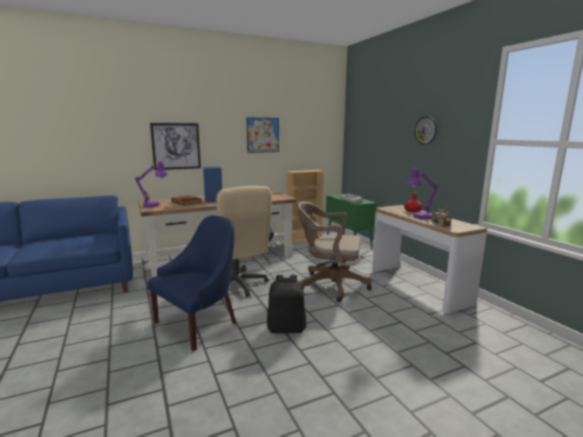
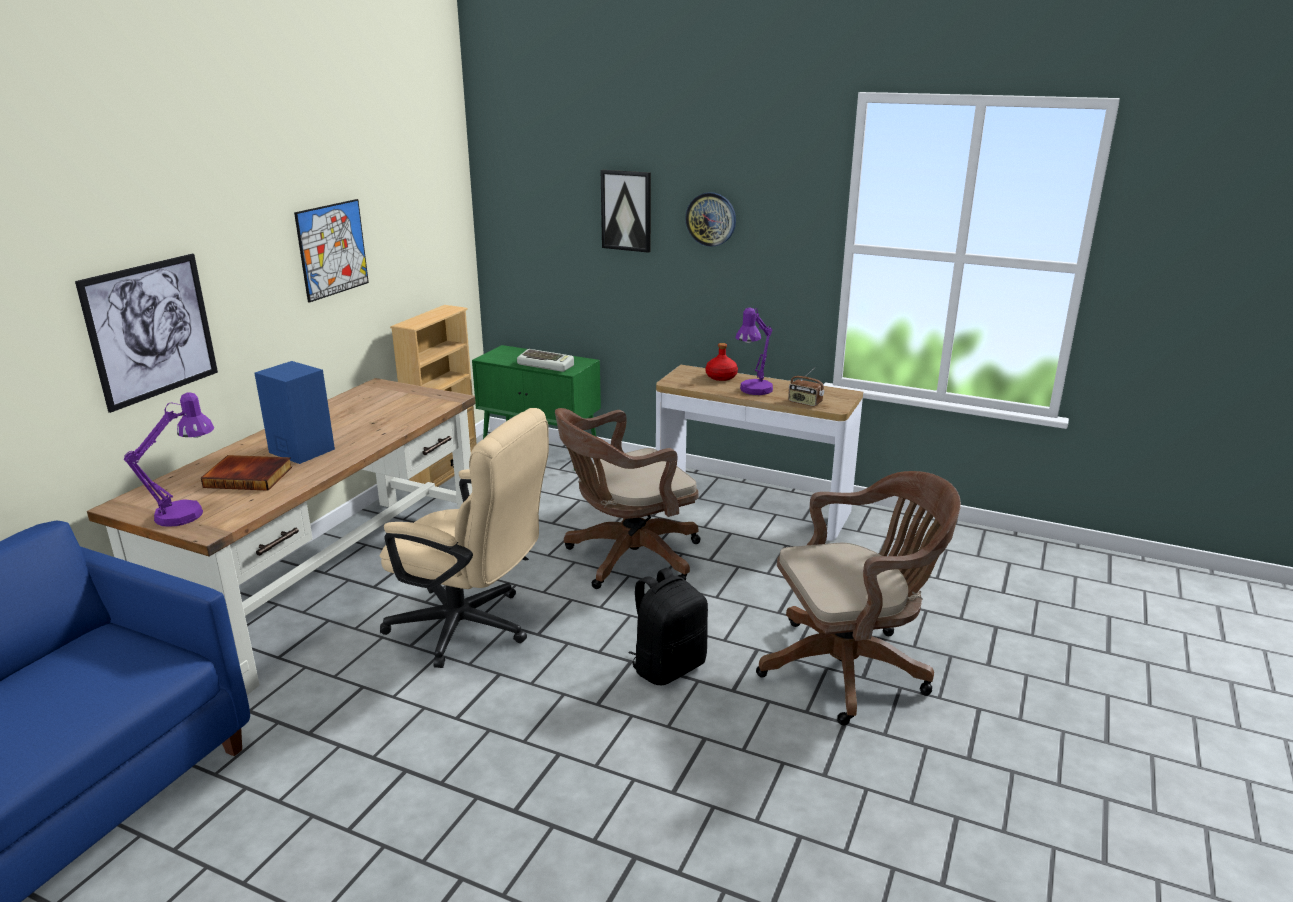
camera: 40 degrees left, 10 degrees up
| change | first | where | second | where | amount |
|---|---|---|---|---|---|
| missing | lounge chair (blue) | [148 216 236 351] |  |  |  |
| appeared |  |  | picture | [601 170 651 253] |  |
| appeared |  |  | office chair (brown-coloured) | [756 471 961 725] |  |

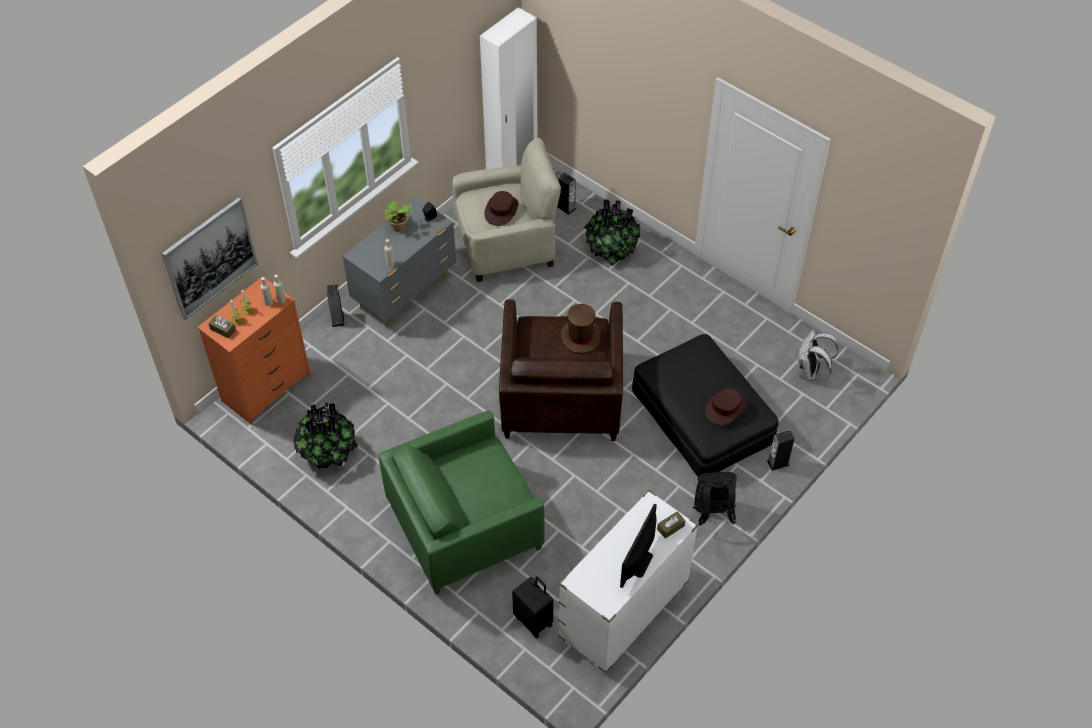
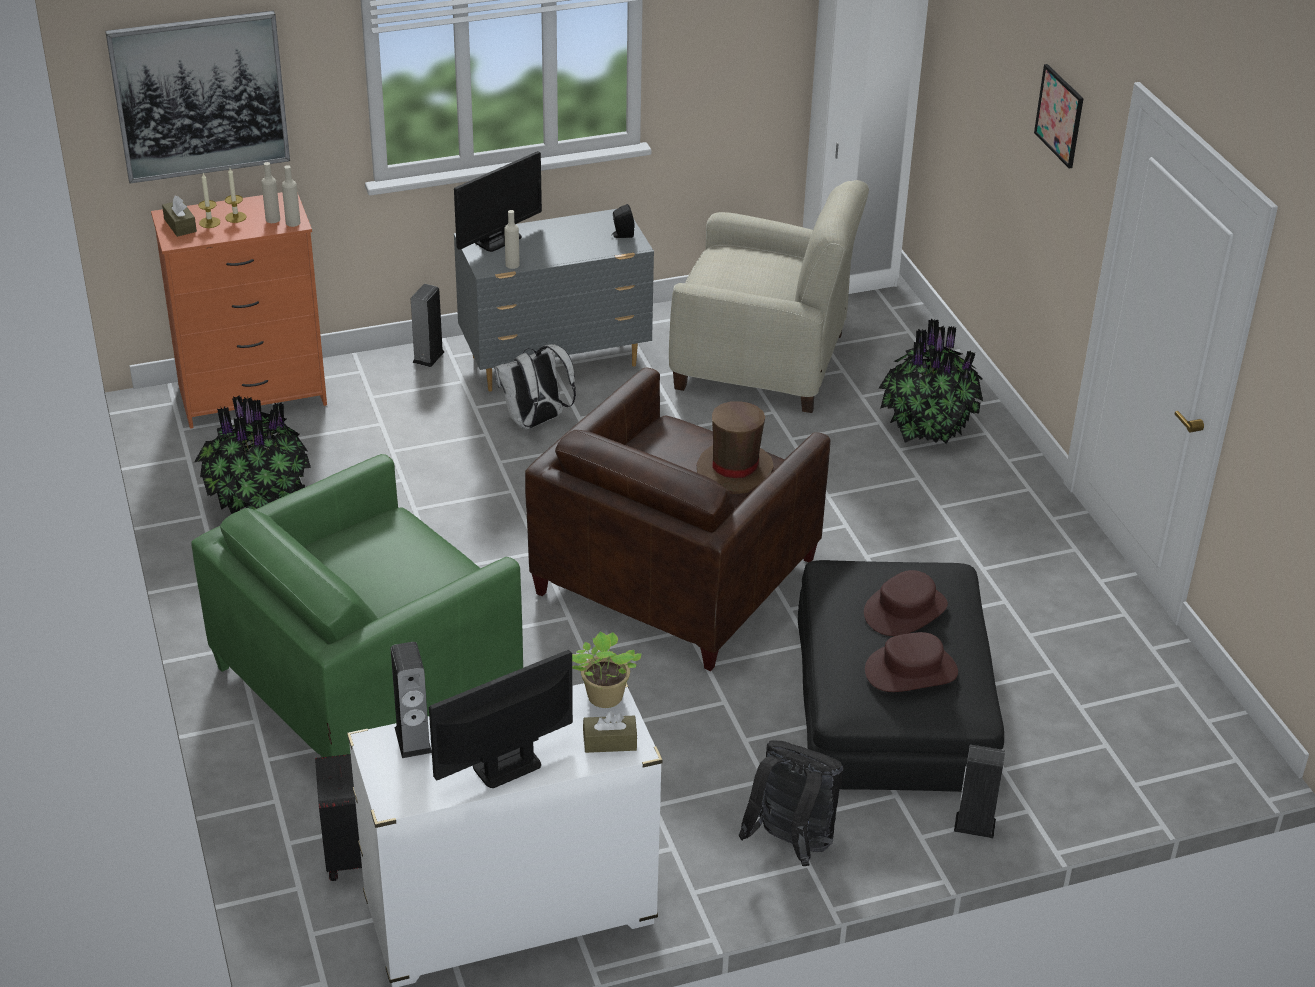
camera: 30 degrees right, 15 degrees down
| change | first | where | second | where | amount |
|---|---|---|---|---|---|
| appeared |  |  | computer display | [454 151 542 252] |  |
| appeared |  |  | picture | [1034 64 1084 169] |  |
| relocated | potted plant | [385 201 412 232] |  | [572 632 641 708] |  |
| relocated | wearable hat (brown-coloured) | [484 191 518 226] |  | [864 570 948 636] |  |
| relocated | audio speaker | [557 172 576 215] |  | [391 642 432 758] |  |
| relocated | knapsack (whitish) | [797 330 839 381] |  | [495 344 576 429] |  |
| spun | lounge chair (greenish) | [378 410 545 595] |  | [191 454 523 757] | 45 degrees counterclockwise |

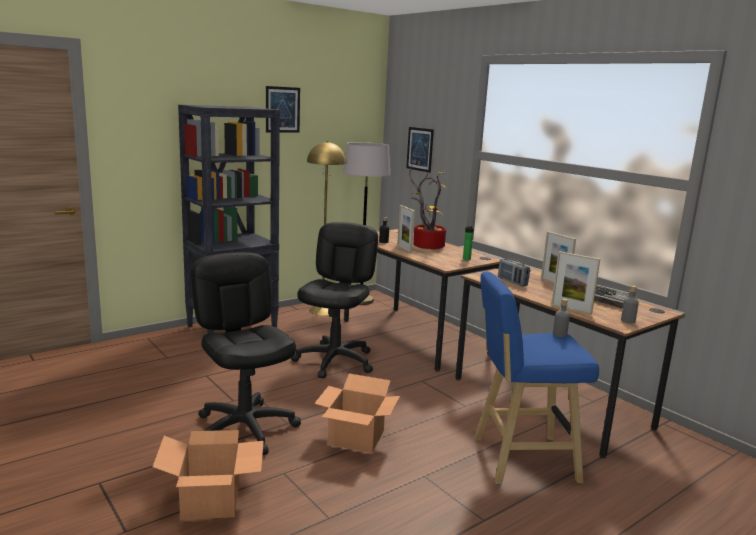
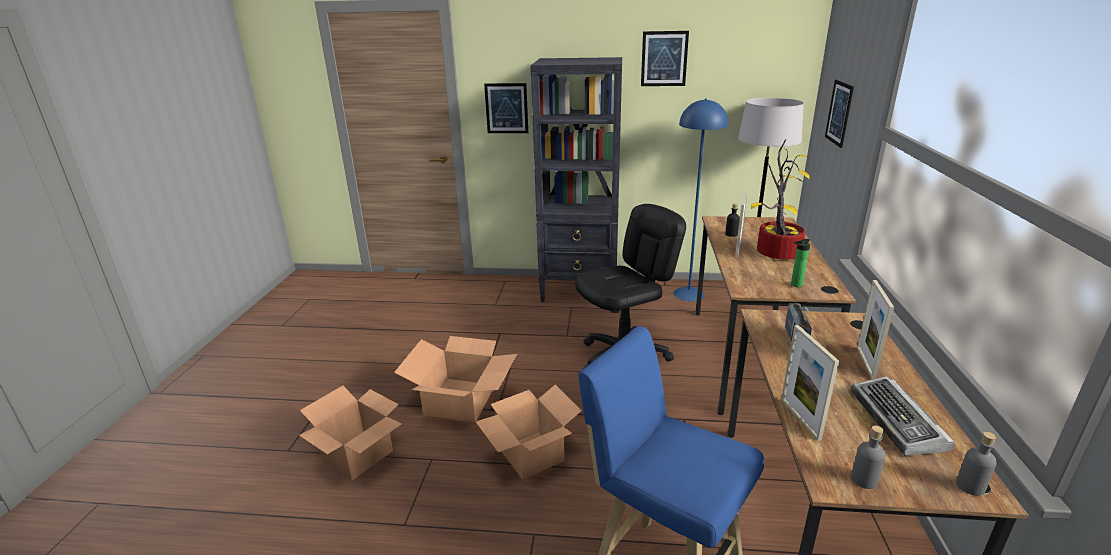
camera: 45 degrees right, 10 degrees up
| change | first | where | second | where | amount |
|---|---|---|---|---|---|
| appeared |  |  | picture | [484 83 528 133] |  |
| relocated | drink bottle (gray) | [553 298 570 337] |  | [956 432 997 496] |  |
| exchanged | office chair (blackish) | [191 252 301 455] | cardboard box | [394 336 517 423] |  |
| colour | standard lamp (yellow) | [307 141 347 316] | standard lamp (blue) | [673 99 728 301] |  |

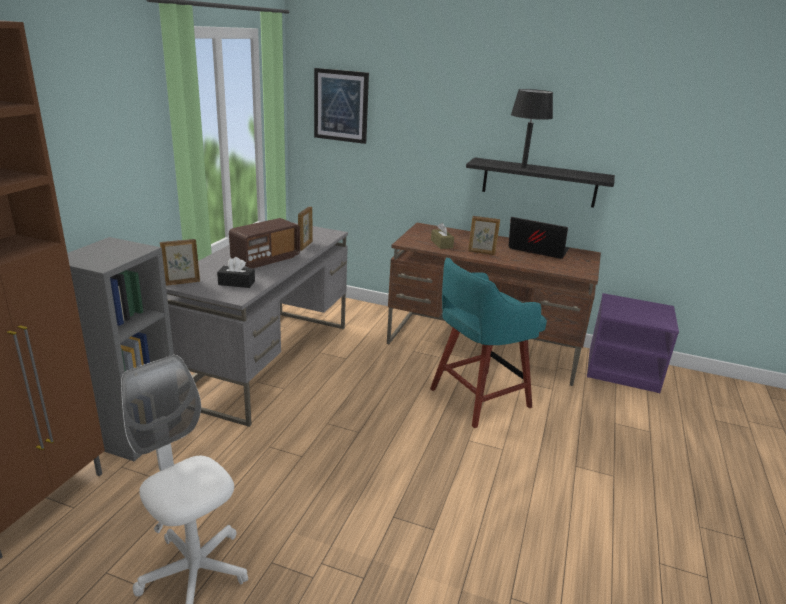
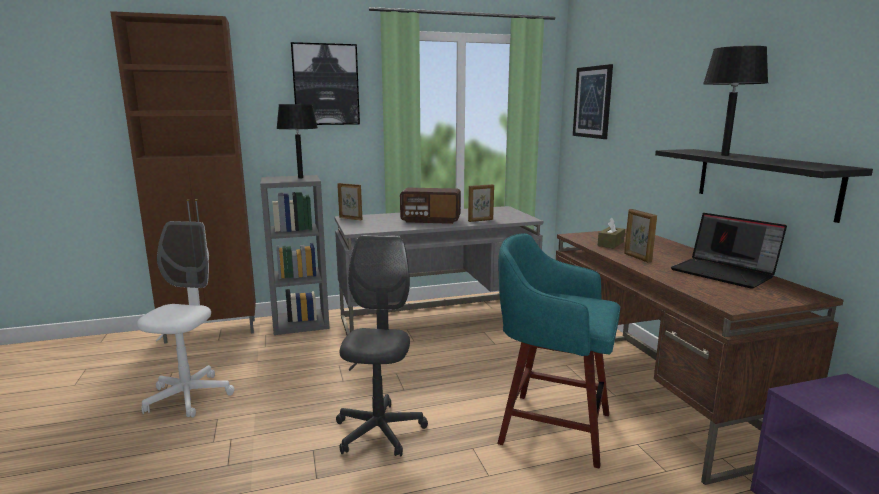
camera: 55 degrees right, 10 degrees down
| change | first | where | second | where | amount |
|---|---|---|---|---|---|
| missing | tissue box (blackish) | [217 257 255 288] |  |  |  |
| appeared |  |  | lamp for a table (blackish) | [276 104 318 178] |  |
| appeared |  |  | picture | [291 42 360 125] |  |
| appeared |  |  | office chair (gray) | [336 236 428 457] |  |
| spun | laptop | [508 217 569 259] |  | [671 213 787 289] | 150 degrees clockwise |

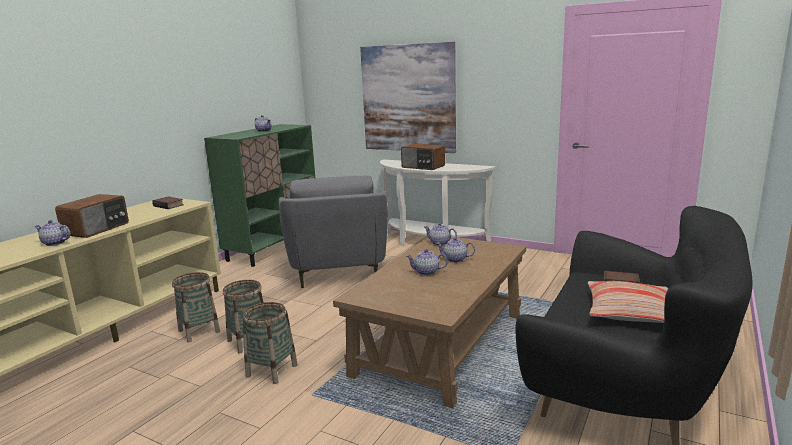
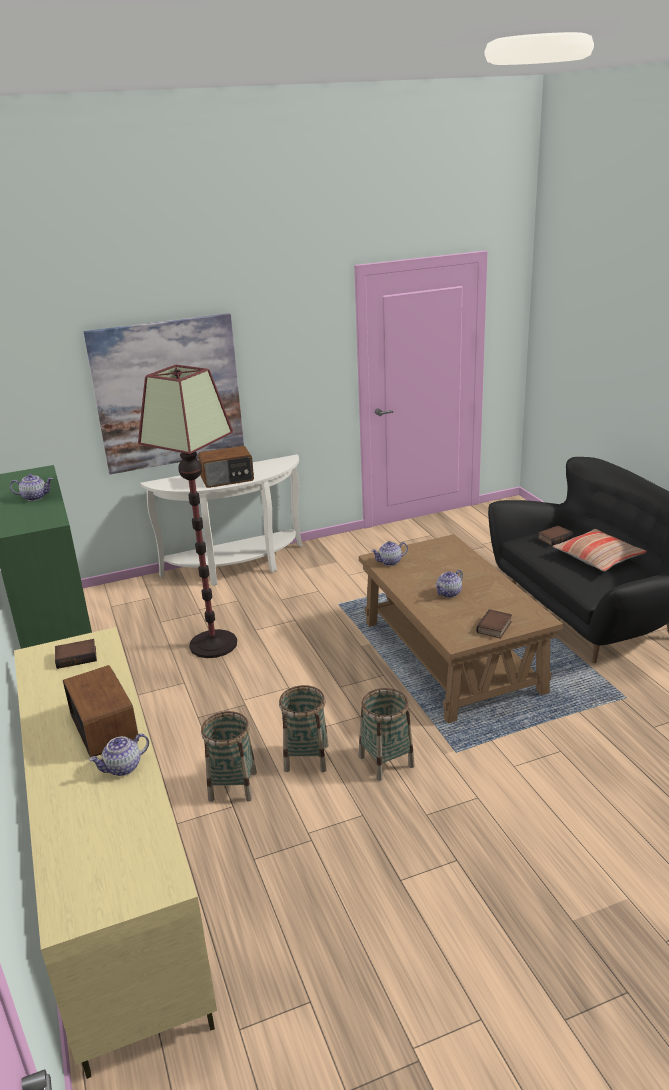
camera: 50 degrees left, 10 degrees up
| change | first | where | second | where | amount |
|---|---|---|---|---|---|
| missing | teapot | [436 238 475 263] |  |  |  |
| appeared |  |  | volume | [476 609 512 639] |  |
| exchanged | lounge chair (gray) | [279 176 388 288] | standard lamp | [138 365 237 658] |  |

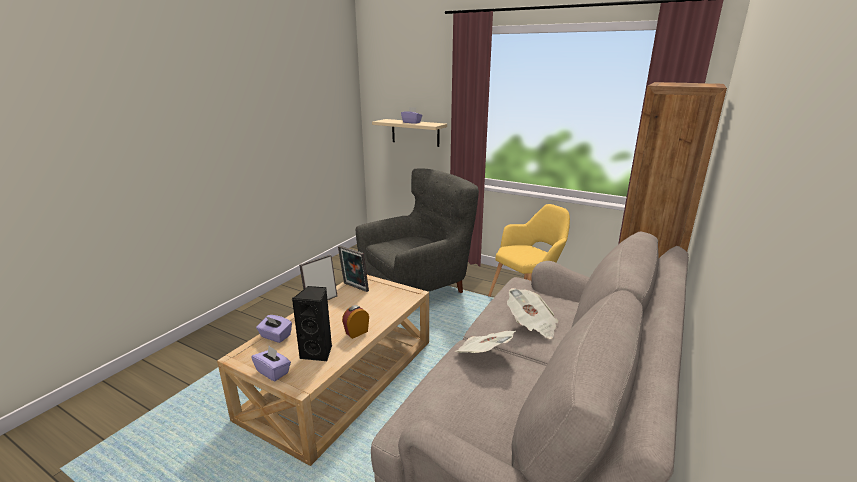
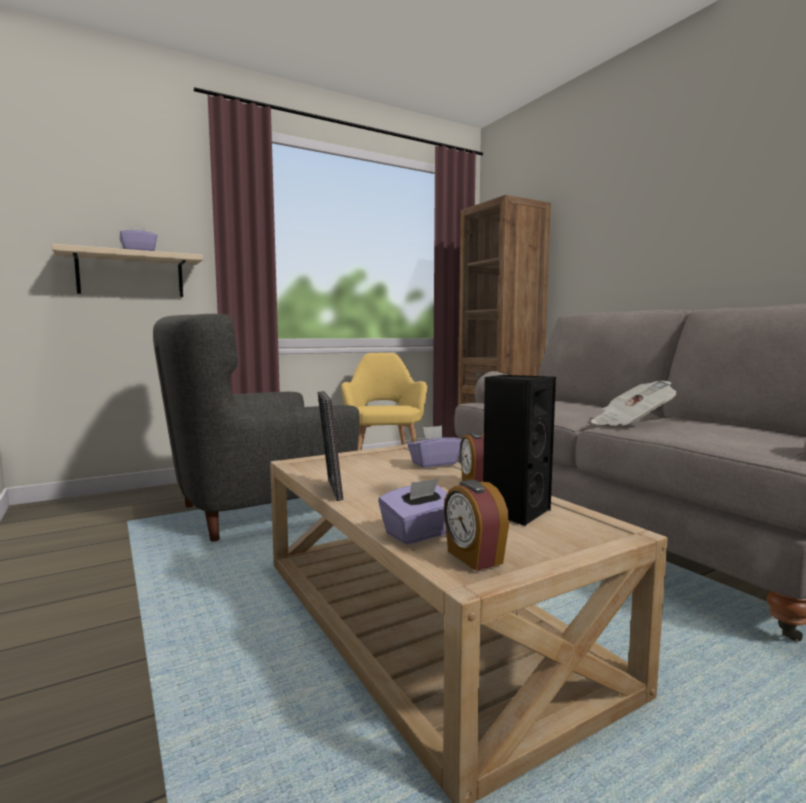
camera: 60 degrees left, 15 degrees down
| change | first | where | second | where | amount |
|---|---|---|---|---|---|
| missing | standing frame | [338 246 369 292] |  |  |  |
| missing | daily paper | [507 288 558 339] |  |  |  |
| appeared |  |  | bedside clock | [444 480 509 571] |  |
| relocated | tissue box (purple-coloured) | [251 346 291 381] |  | [408 426 462 468] |  |
| spun | lounge chair (gray) | [356 168 479 293] |  | [153 314 359 542] | 120 degrees counterclockwise |

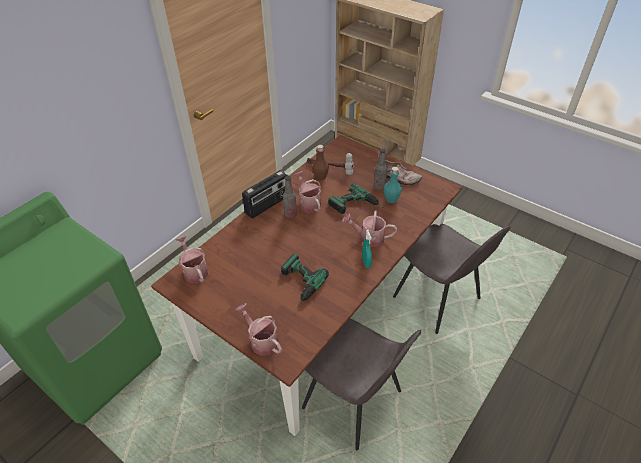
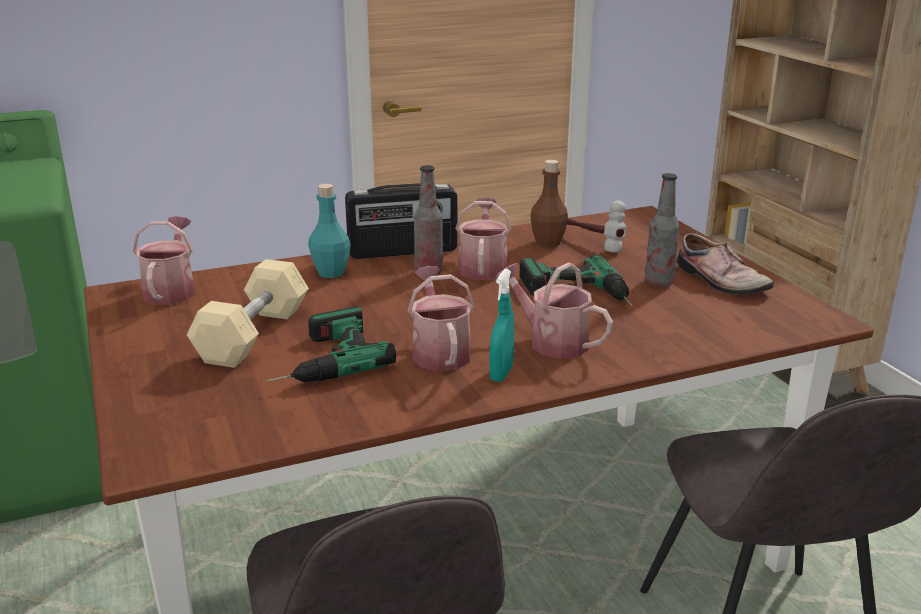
camera: 30 degrees right, 20 degrees down
| change | first | where | second | where | amount |
|---|---|---|---|---|---|
| appeared |  |  | dumbbell (beige) | [187 259 309 368] |  |
| relocated | watering can | [236 303 282 356] |  | [408 266 475 371] |  |
| relocated | drink bottle (blue-green) | [384 167 402 203] |  | [308 184 351 278] |  |

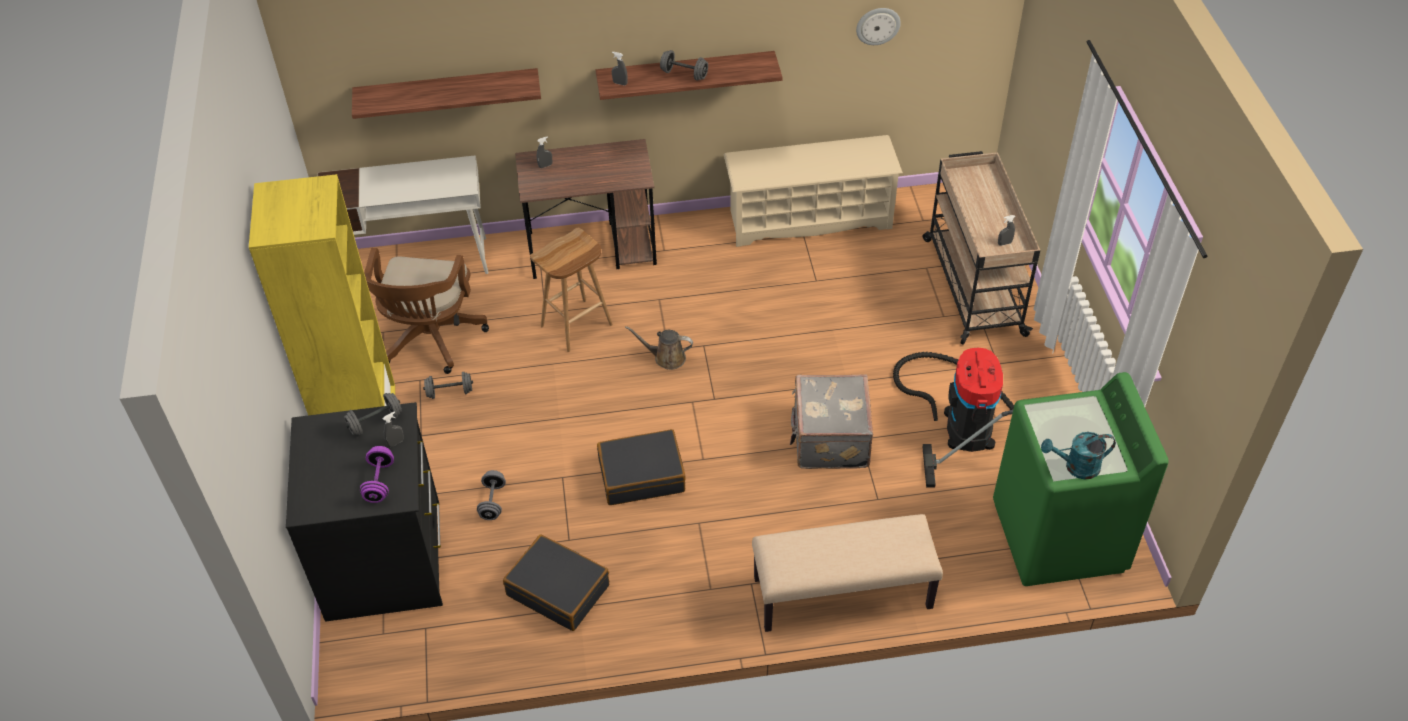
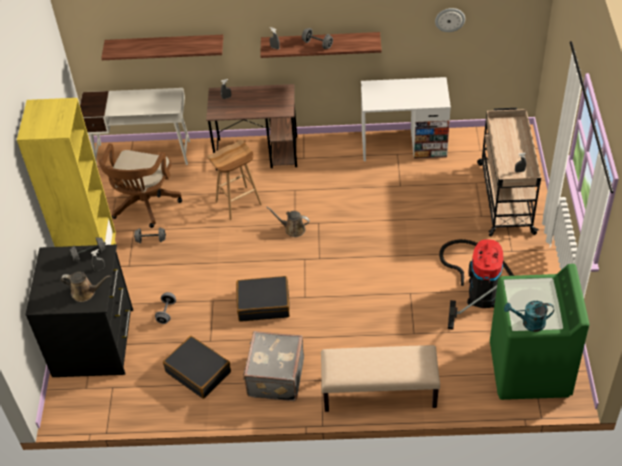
camera: 10 degrees right, 0 degrees up
| change | first | where | second | where | amount |
|---|---|---|---|---|---|
| relocated | travel case (gray) | [790 374 873 469] |  | [243 331 304 401] |  |
| exchanged | dumbbell (purple-coloured) | [360 446 394 503] | watering can (brown-coloured) | [61 272 110 302] |  |
| exchanged | shoe rack (beige) | [724 135 903 247] | desk unit (whitish) | [361 77 451 161] |  |

